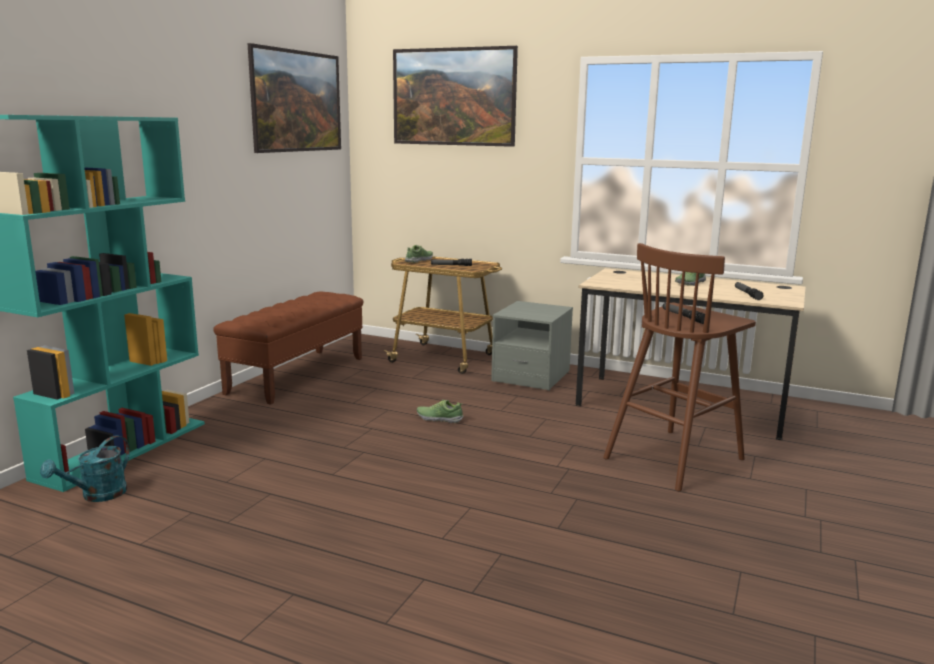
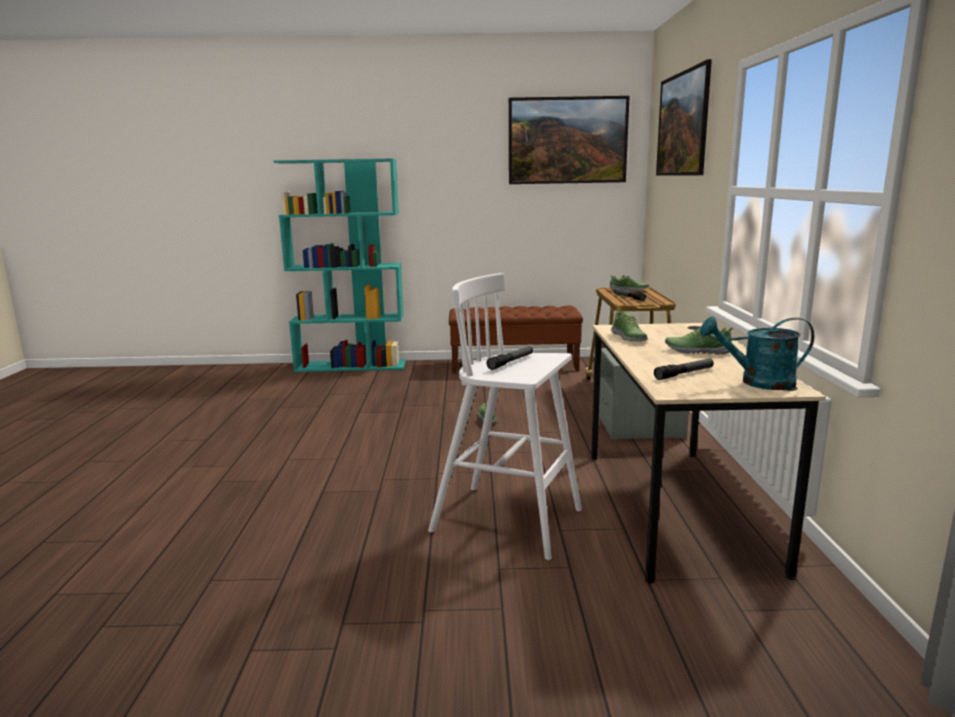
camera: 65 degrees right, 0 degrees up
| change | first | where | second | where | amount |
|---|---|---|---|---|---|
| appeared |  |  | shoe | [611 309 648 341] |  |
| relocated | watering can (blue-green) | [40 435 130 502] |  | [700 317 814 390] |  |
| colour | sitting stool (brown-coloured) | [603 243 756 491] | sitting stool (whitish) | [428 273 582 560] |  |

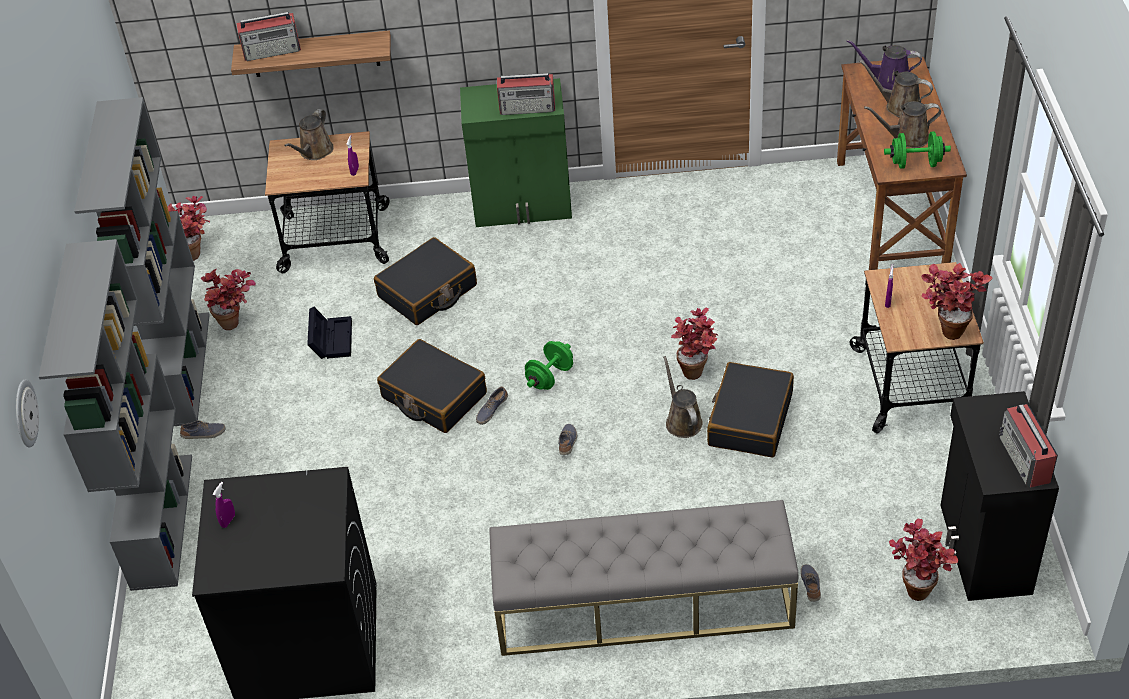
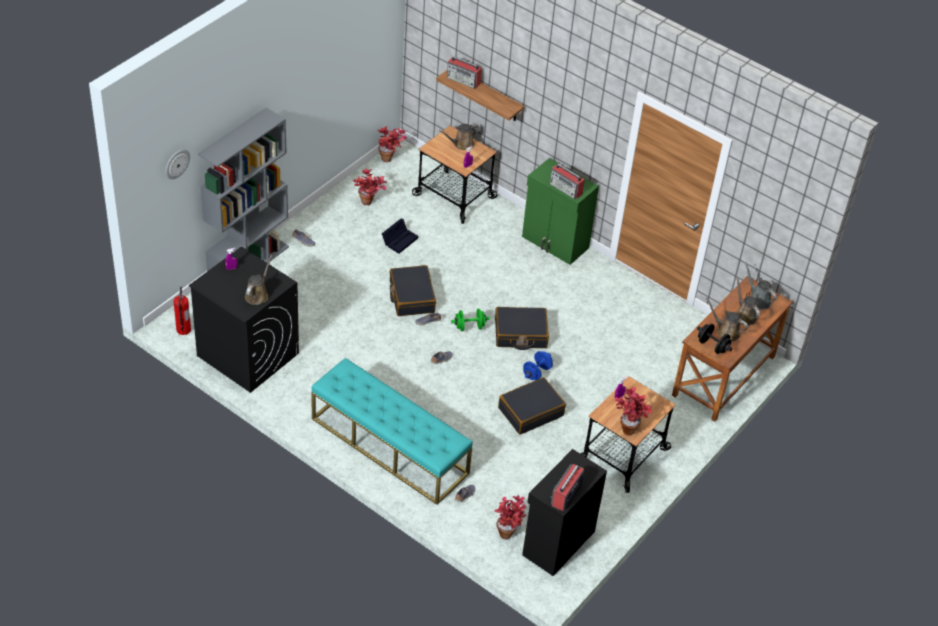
camera: 35 degrees right, 0 degrees up
| change | first | where | second | where | amount |
|---|---|---|---|---|---|
| missing | shelving unit (gray) | [74 97 210 426] |  |  |  |
| appeared |  |  | fire extinguisher | [173 286 191 335] |  |
| relocated | travel case (blackish) | [374 237 477 325] |  | [495 307 549 350] |  |
| relocated | watering can (brown-coloured) | [663 356 703 438] |  | [245 255 272 305] |  |
| exchanged | potted plant | [671 307 718 380] | dumbbell (blue) | [523 351 553 380] |  |
| colour | bench (gray) | [489 500 799 656] | bench (blue-green) | [311 358 473 505] |  |
| colour | watering can (purple-coloured) | [847 39 922 90] | watering can (gray) | [745 262 776 310] |  |
| colour | dumbbell (greenish) | [884 132 951 169] | dumbbell (blackish) | [697 324 732 354] |  |

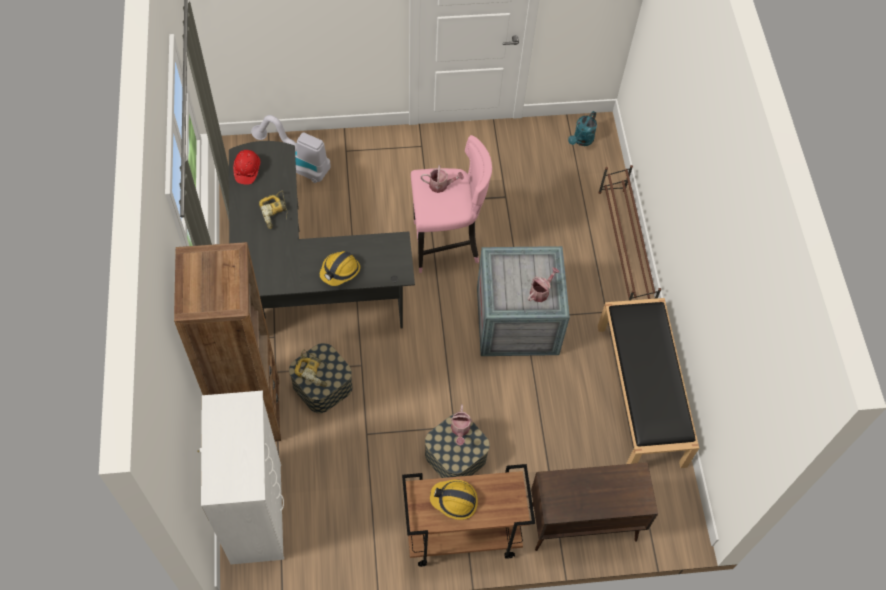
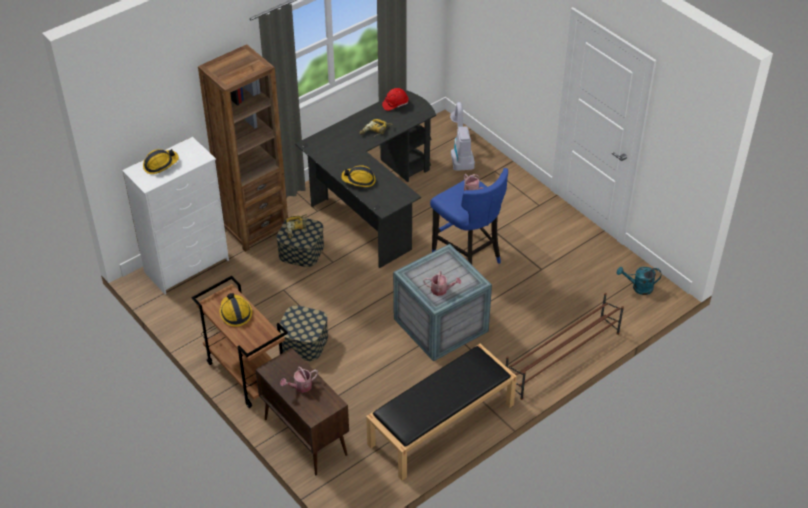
camera: 60 degrees right, 15 degrees down
| change | first | where | second | where | amount |
|---|---|---|---|---|---|
| appeared |  |  | hard hat | [143 149 179 174] |  |
| relocated | watering can | [450 404 472 446] |  | [280 367 318 393] |  |
| colour | sitting stool (pink) | [411 135 492 273] | sitting stool (blue) | [430 168 508 265] |  |

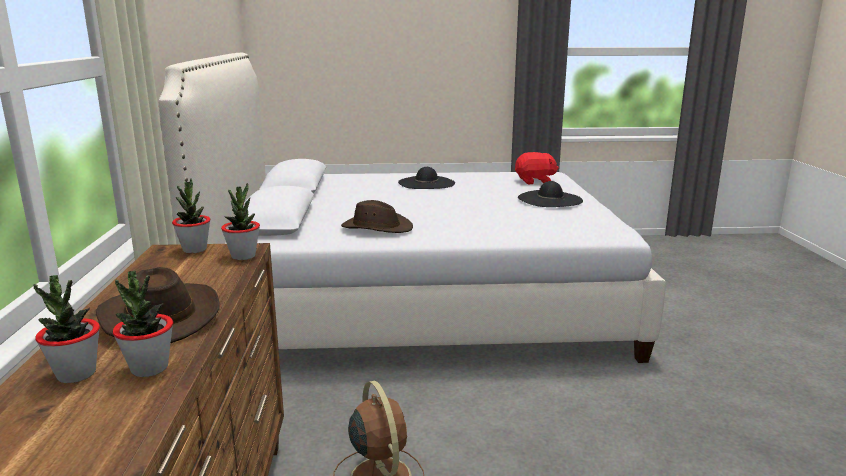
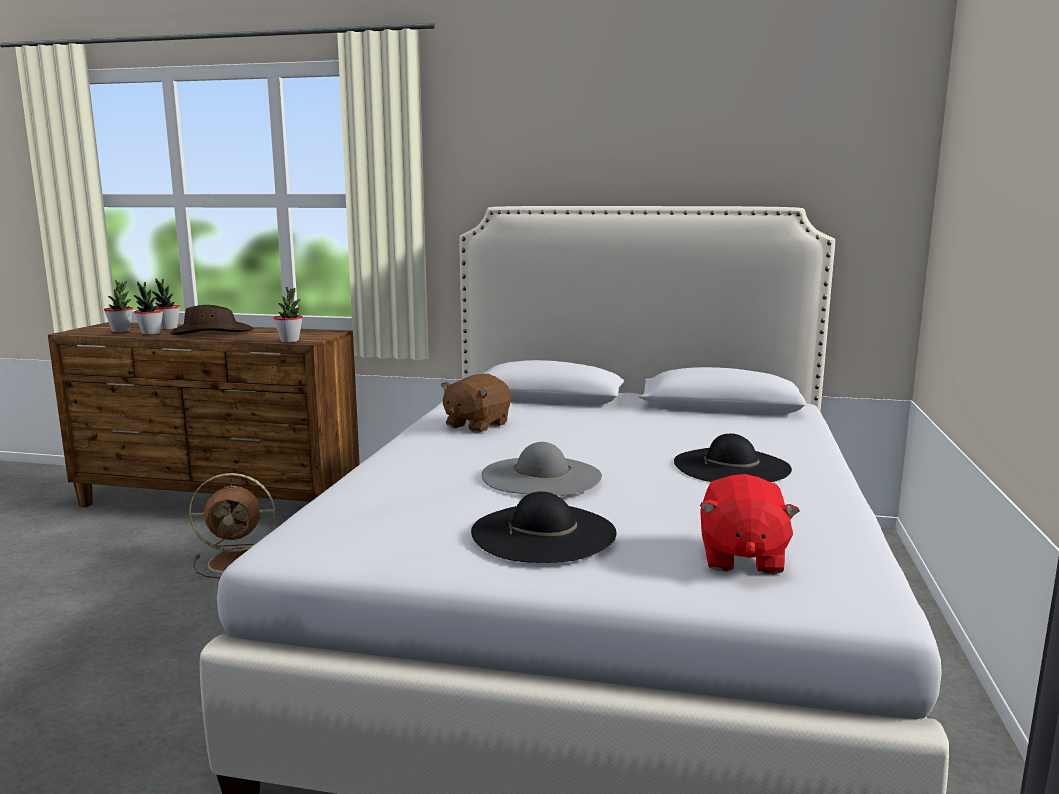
camera: 105 degrees right, 5 degrees down
| change | first | where | second | where | amount |
|---|---|---|---|---|---|
| appeared |  |  | wearable hat (gray) | [482 442 602 495] |  |
| relocated | potted plant | [172 178 210 253] |  | [104 280 133 332] |  |
| exchanged | wearable hat (brown-coloured) | [341 200 413 233] | plush toy (brown-coloured) | [441 374 511 433] |  |

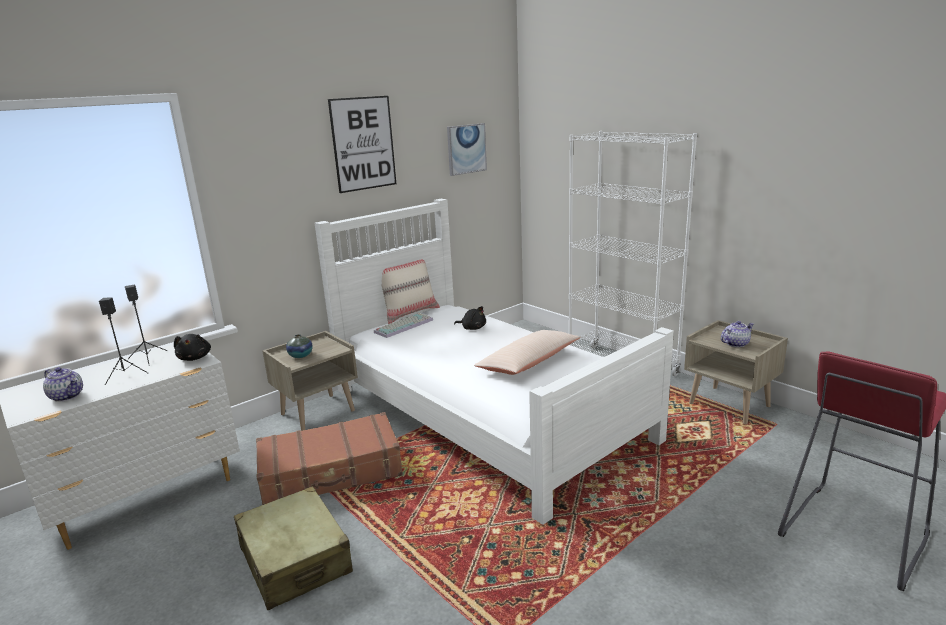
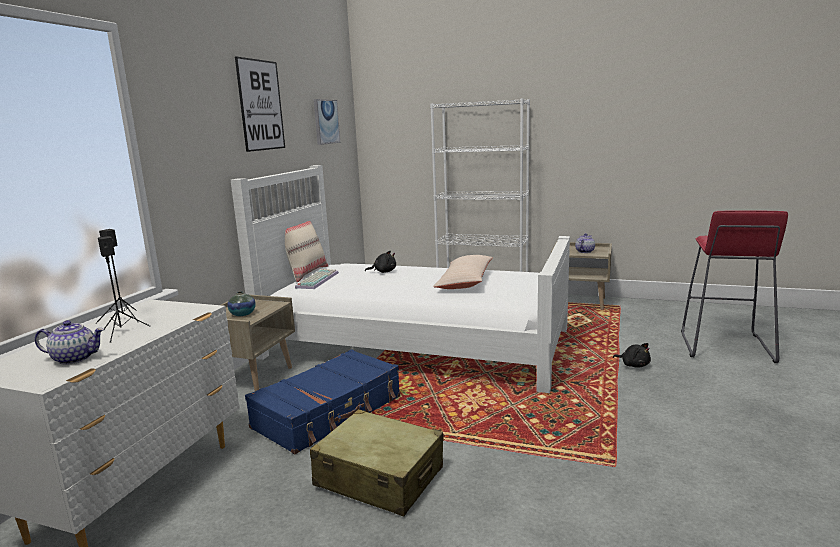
camera: 30 degrees left, 5 degrees down
| change | first | where | second | where | amount |
|---|---|---|---|---|---|
| relocated | plush toy (blackish) | [174 334 211 361] |  | [613 343 651 368] |  |
| colour | travel case (brown-coloured) | [256 412 403 505] | travel case (blue) | [245 349 400 454] |  |

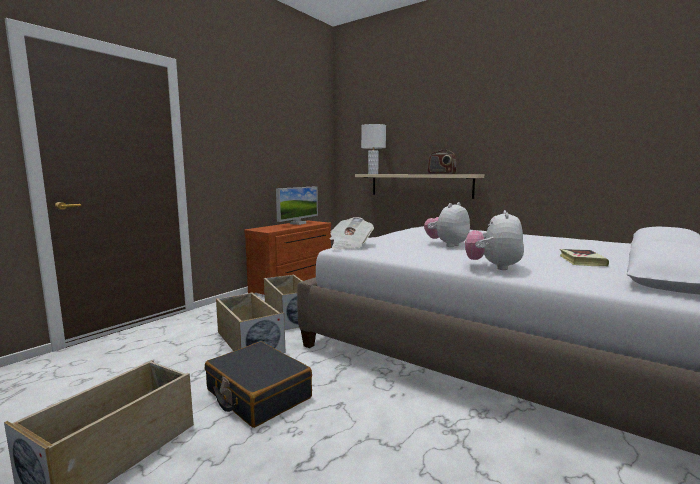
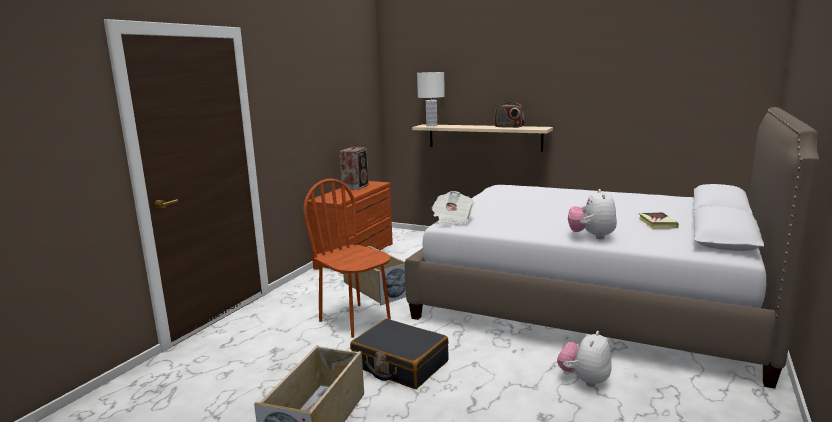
camera: 10 degrees left, 5 degrees up
| change | first | where | second | where | amount |
|---|---|---|---|---|---|
| relocated | plush toy | [424 202 470 247] |  | [557 331 612 387] |  |
| exchanged | storage bin (beige) | [216 292 285 353] | plain chair (brown-coloured) | [303 179 391 338] |  |
| exchanged | computer display | [276 186 318 225] | audio speaker | [339 147 369 190] |  |

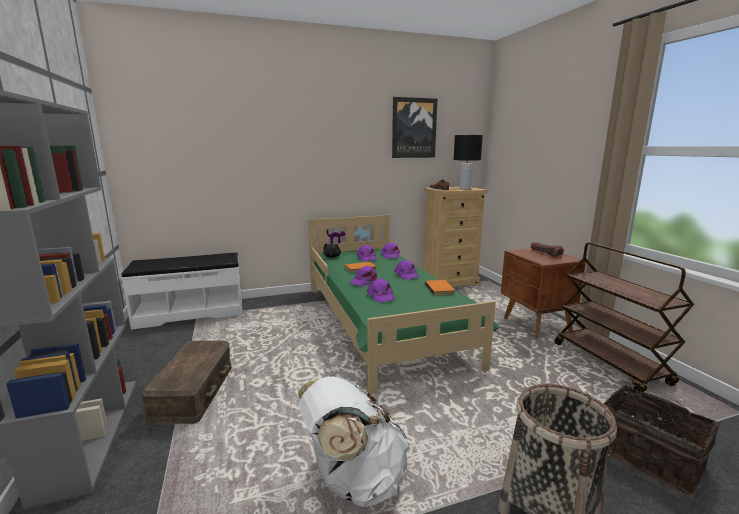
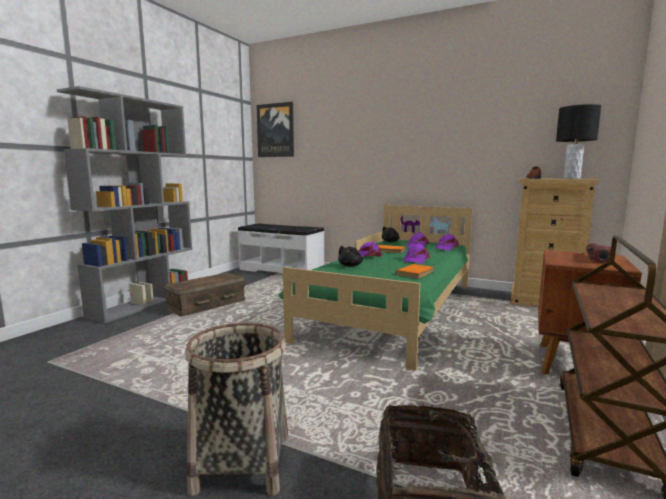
camera: 45 degrees right, 5 degrees down
| change | first | where | second | where | amount |
|---|---|---|---|---|---|
| missing | knapsack (whitish) | [298 377 410 507] |  |  |  |
| relocated | picture | [392 97 437 158] |  | [256 102 294 157] |  |
| exchanged | cap (purple-coloured) | [367 278 395 302] | plush toy (blackish) | [338 246 363 266] |  |

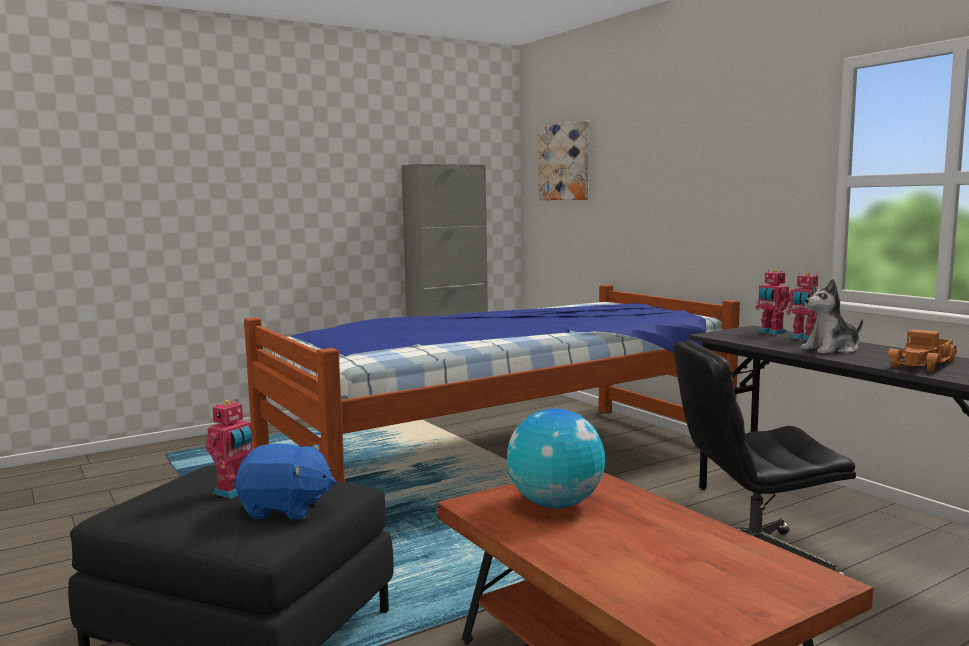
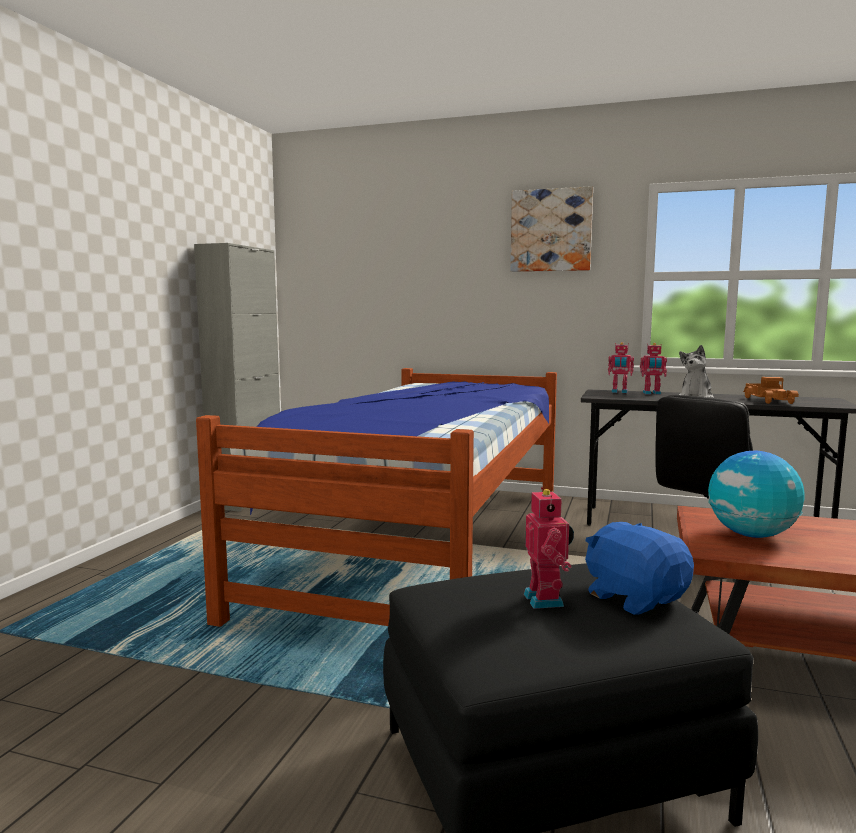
camera: 40 degrees left, 0 degrees up
| change | first | where | second | where | amount |
|---|---|---|---|---|---|
| relocated | picture | [538 120 589 200] |  | [510 186 593 272] |  |
| spun | plush toy (blue) | [235 443 336 520] |  | [585 522 694 615] | 90 degrees counterclockwise |

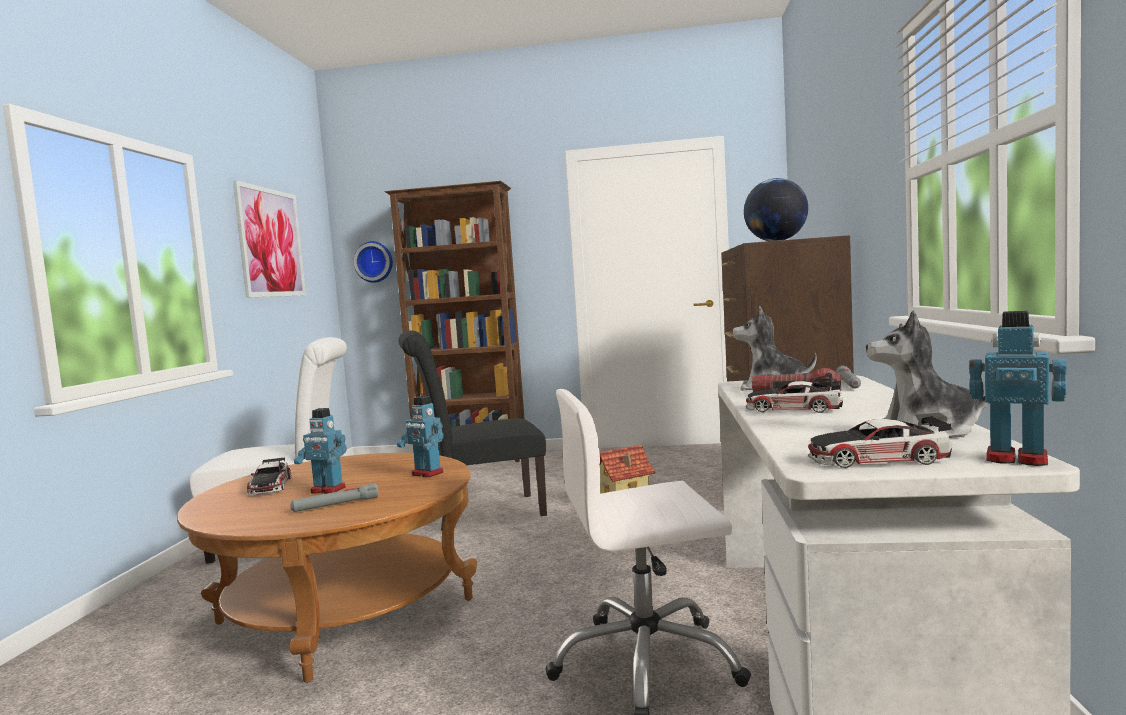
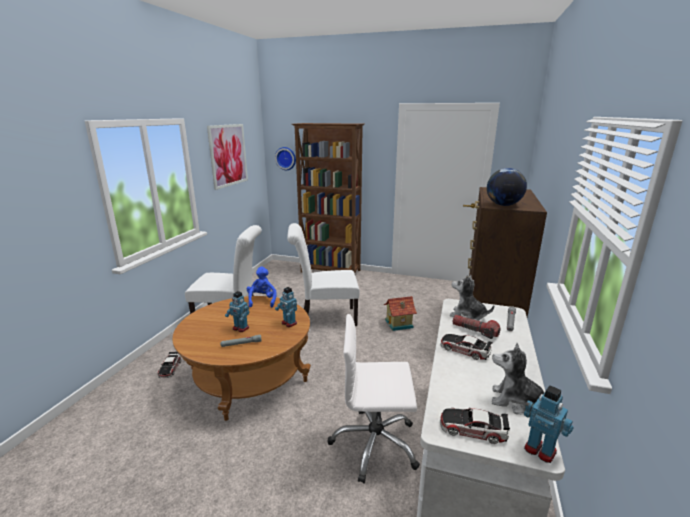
camera: 10 degrees right, 15 degrees up
| change | first | where | second | where | amount |
|---|---|---|---|---|---|
| appeared |  |  | plush toy (blue) | [247 267 276 307] |  |
| relocated | toy car | [247 457 291 495] |  | [158 352 181 378] |  |
| colour | plain chair (blackish) | [398 331 547 531] | plain chair (whitish) | [287 223 360 326] |  |

